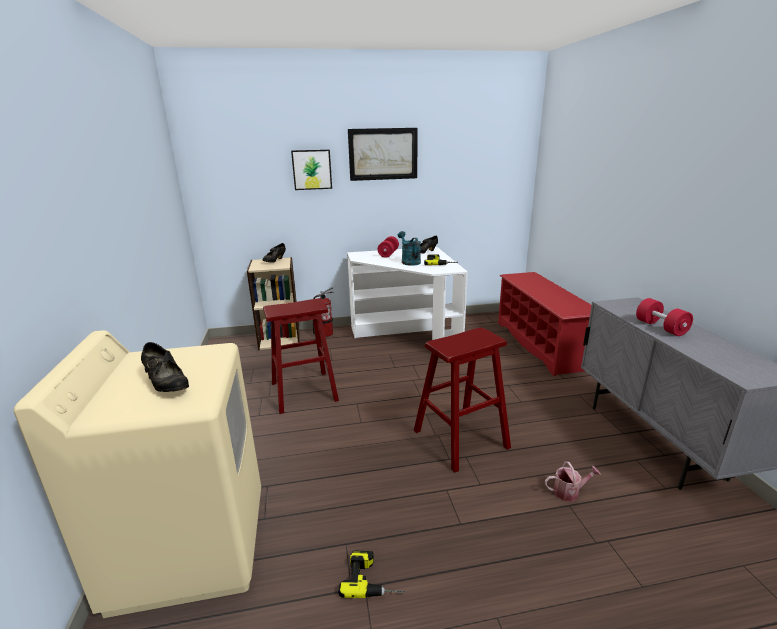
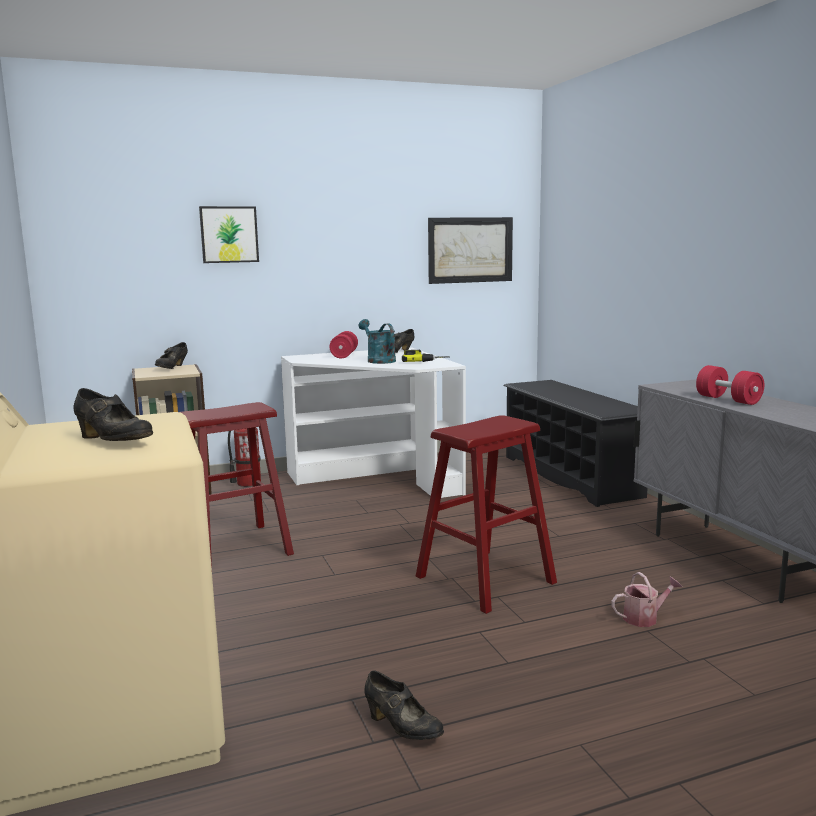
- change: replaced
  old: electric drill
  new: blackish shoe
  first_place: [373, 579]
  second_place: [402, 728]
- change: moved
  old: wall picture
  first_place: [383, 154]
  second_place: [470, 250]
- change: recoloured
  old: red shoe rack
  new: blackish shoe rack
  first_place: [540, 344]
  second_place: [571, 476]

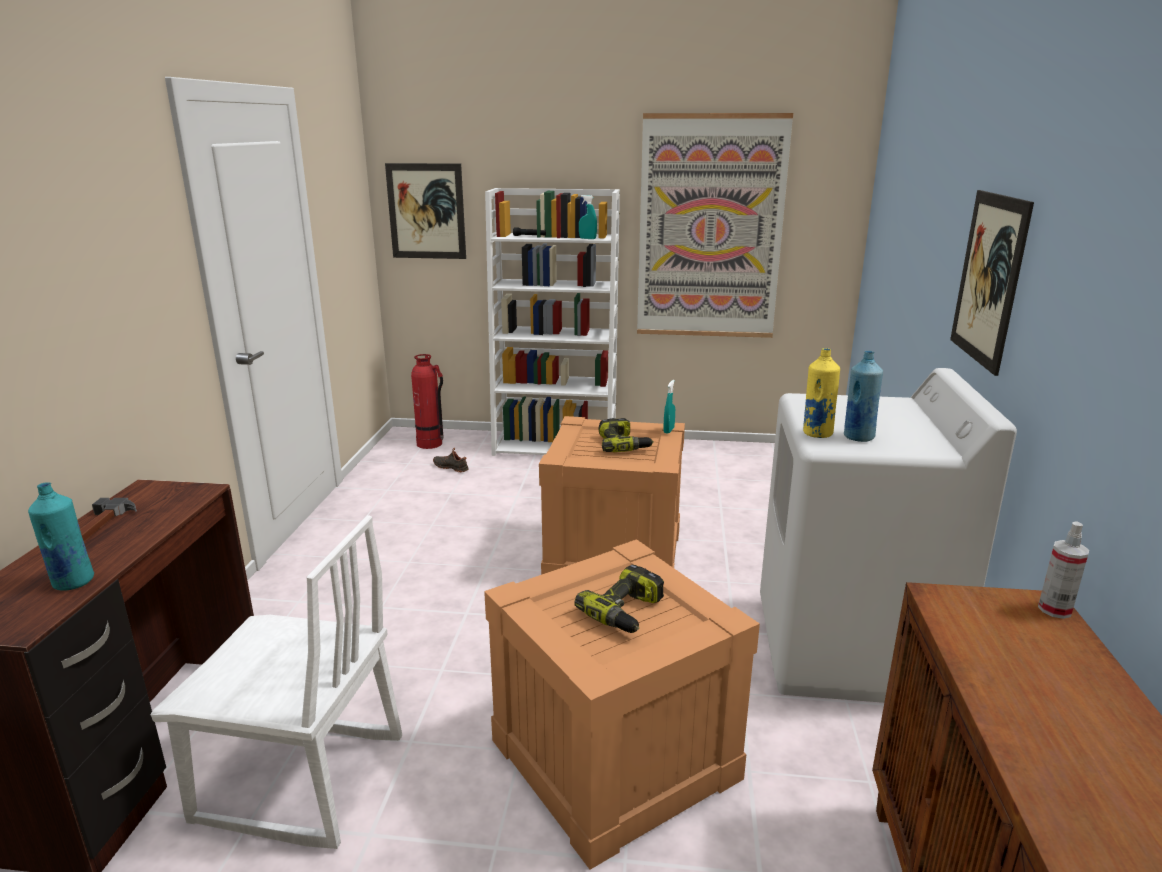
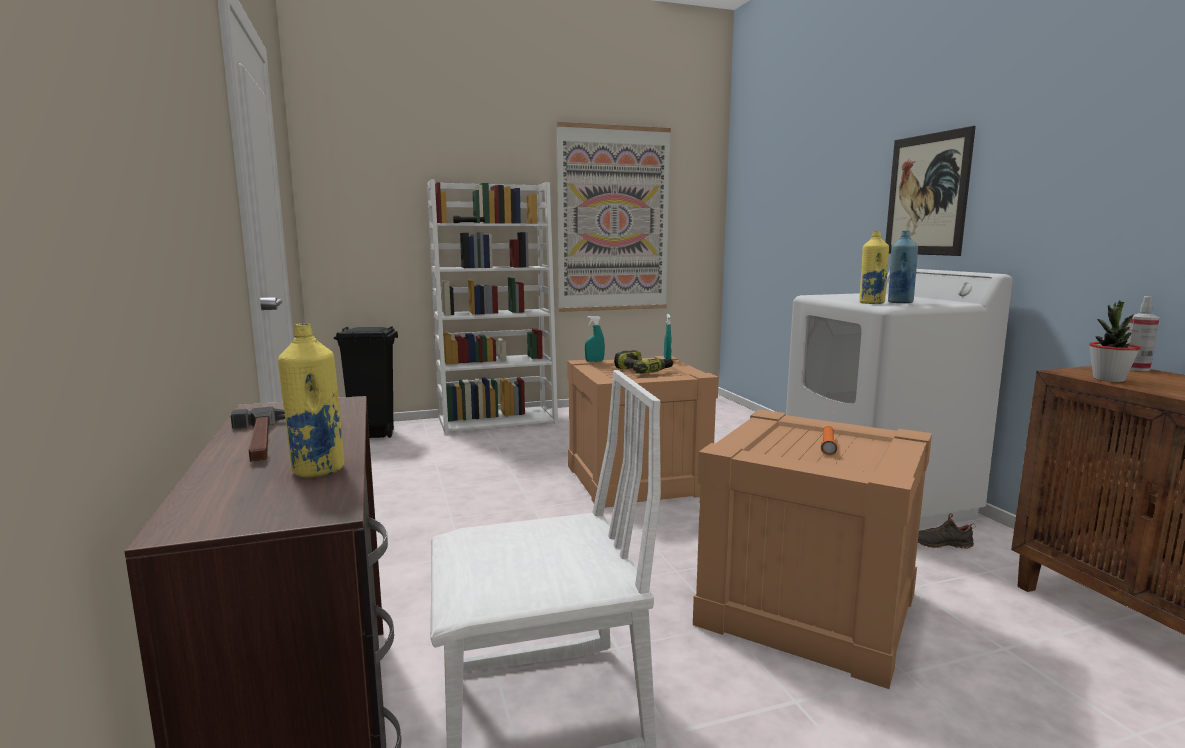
- change: recoloured
  old: blue-green bottle
  new: yellow-coloured bottle
  first_place: [73, 582]
  second_place: [317, 470]
- change: removed
  old: wall picture
  first_place: [426, 211]
- change: replaced
  old: fire-fighting cylinder
  new: blackish trash can
  first_place: [430, 444]
  second_place: [372, 434]
- change: moved
  old: blackish shoe
  first_place: [451, 467]
  second_place: [940, 543]
- change: replaced
  old: electric drill
  new: orange torch
  first_place: [627, 612]
  second_place: [828, 446]
- change: moved
  old: blue-green spray bottle
  first_place: [587, 238]
  second_place: [594, 361]
- change: added
  new: plant in a pot
  second_place: [1108, 379]

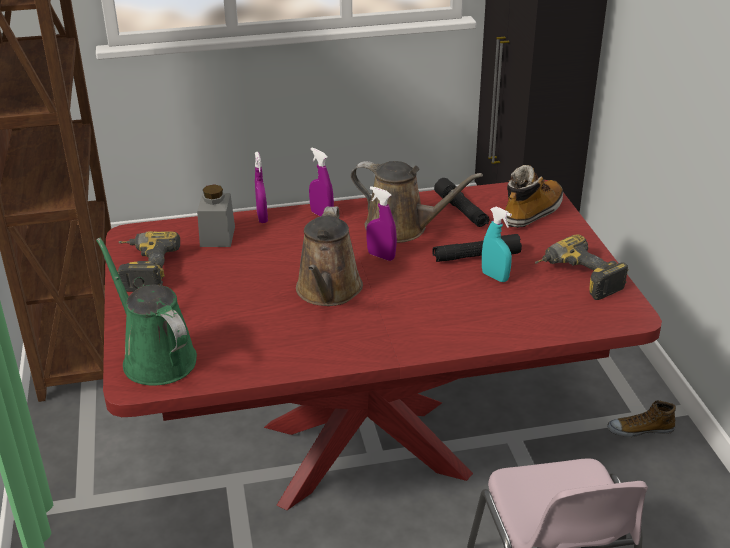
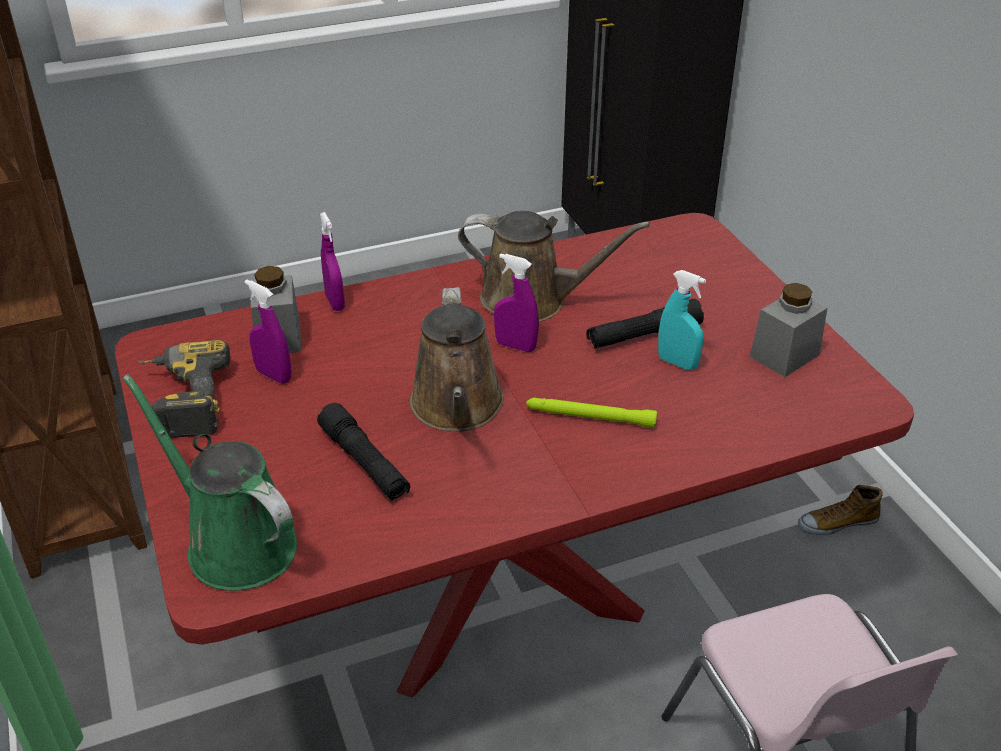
- change: moved
  old: purplish spray bottle
  first_place: [321, 215]
  second_place: [274, 375]
- change: moved
  old: blackish torch
  first_place: [461, 211]
  second_place: [364, 463]
- change: removed
  old: boot
  first_place: [532, 212]
- change: replaced
  old: electric drill
  new: gray storage jar
  first_place: [576, 279]
  second_place: [784, 355]
- change: added
  new: green-coloured torch
  second_place: [590, 417]

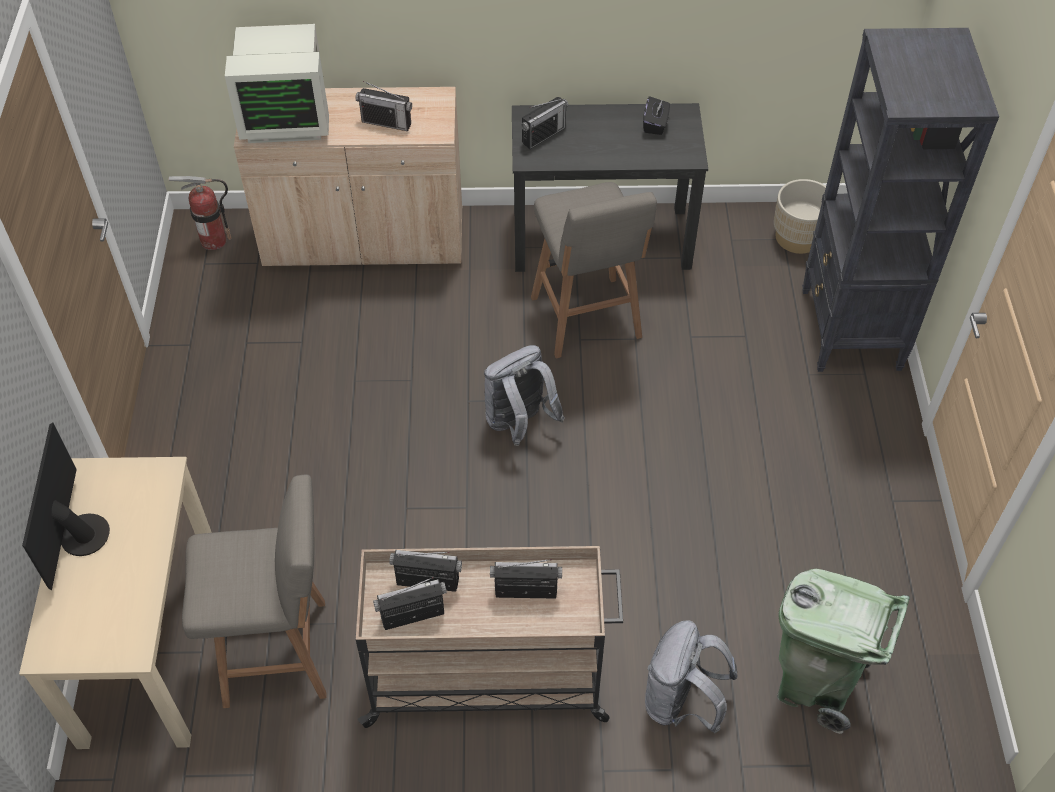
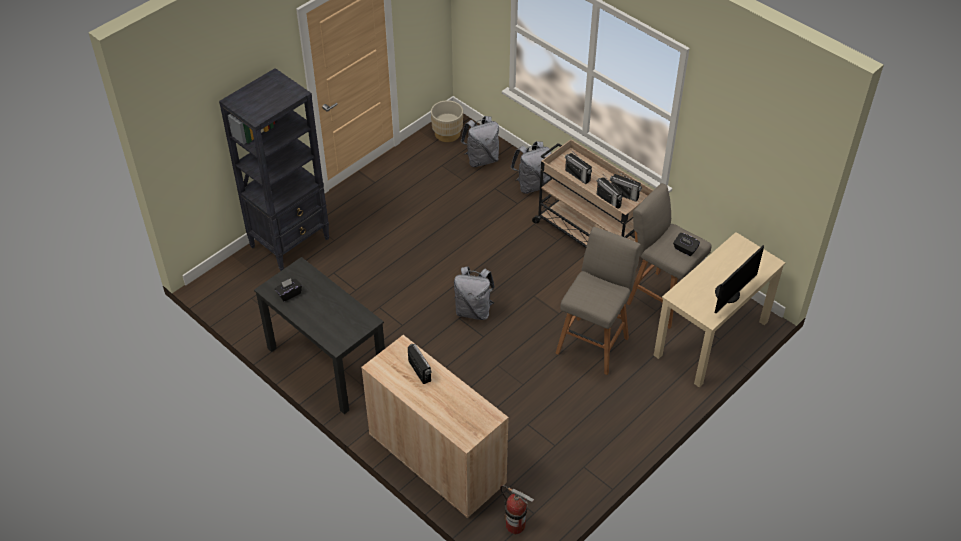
- change: removed
  old: computer display
  first_place: [286, 116]
- change: removed
  old: radio
  first_place: [543, 135]
- change: moved
  old: gray stool
  first_place: [587, 320]
  second_place: [593, 343]
- change: moved
  old: beige flower pot
  first_place: [798, 237]
  second_place: [447, 134]
- change: replaced
  old: green-coloured trash can
  new: gray knapsack
  first_place: [815, 683]
  second_place: [481, 159]
- change: added
  new: blackish tissue box
  second_place: [685, 249]

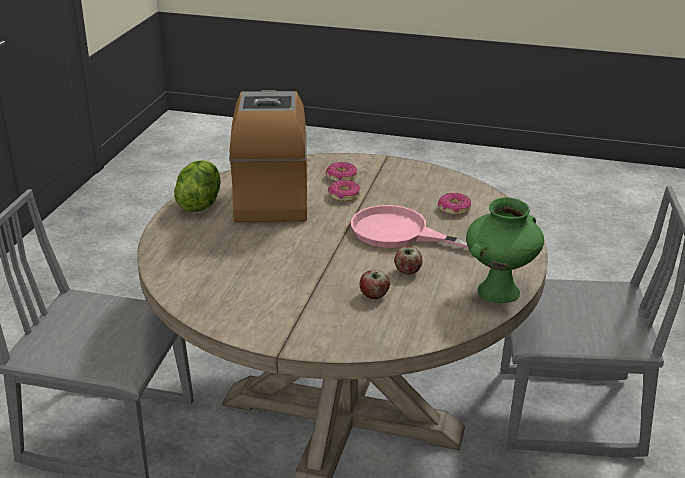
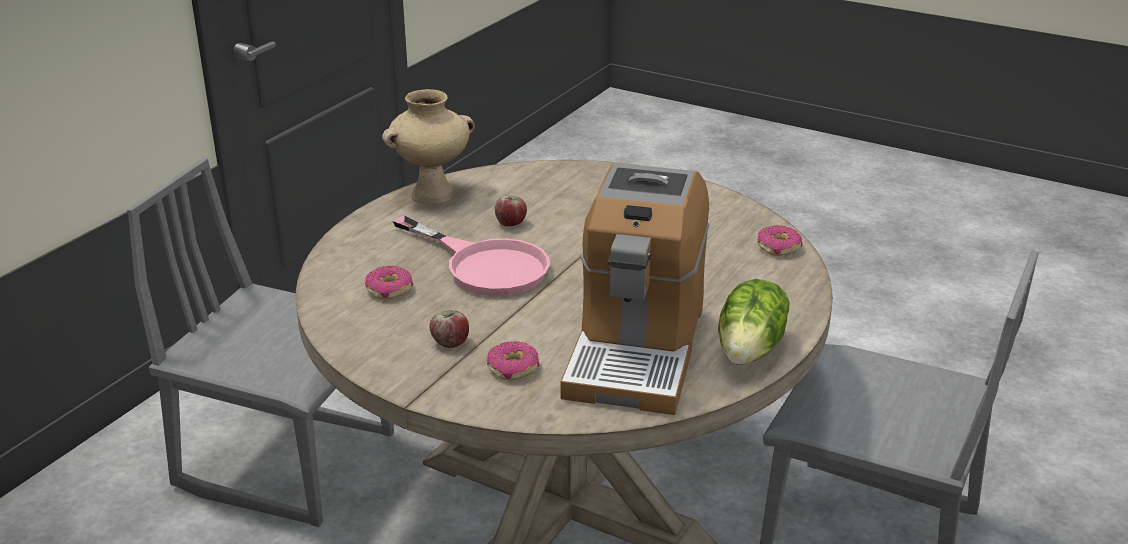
- change: moved
  old: doughnut
  first_place: [344, 196]
  second_place: [779, 247]
- change: moved
  old: whole apple
  first_place: [374, 296]
  second_place: [450, 342]
- change: recoloured
  old: green-coloured vase
  new: beige vase
  first_place: [498, 292]
  second_place: [433, 193]

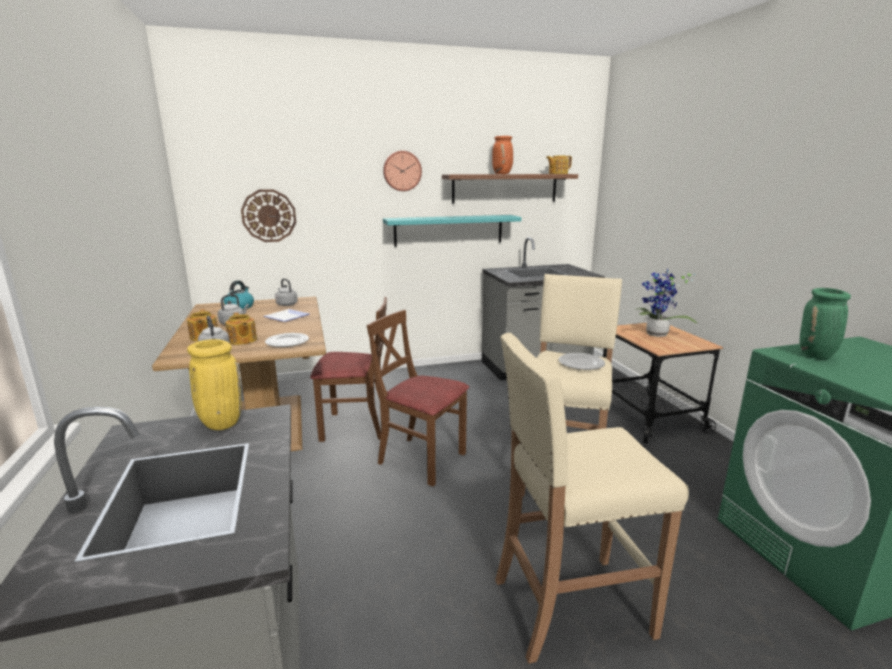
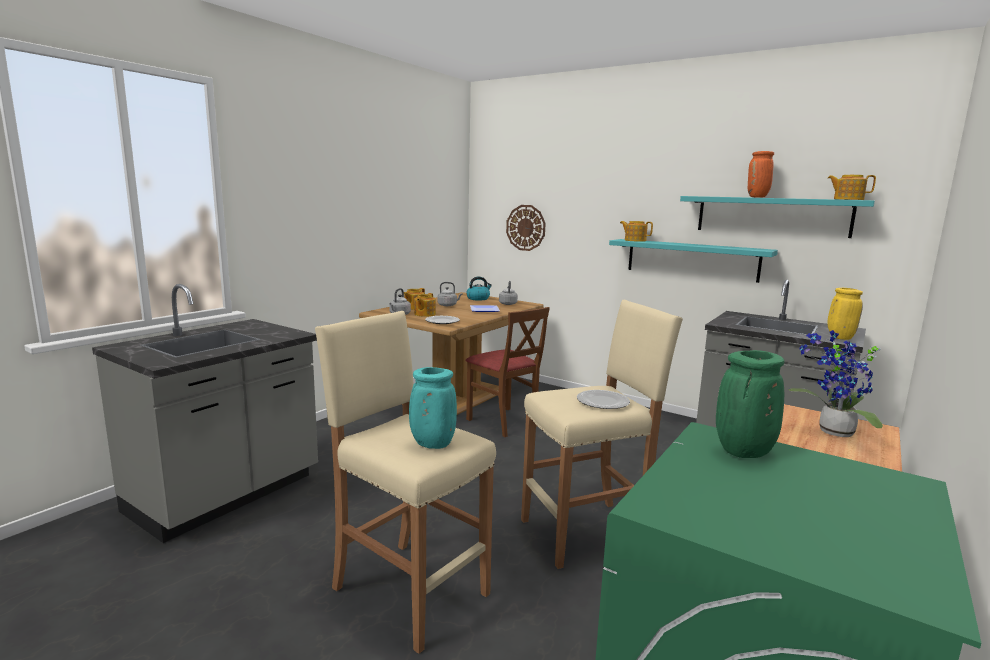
- change: moved
  old: yellow-coloured vase
  first_place: [220, 423]
  second_place: [839, 337]
- change: removed
  old: brown upright chair
  first_place: [421, 459]
- change: removed
  old: hanging clock
  first_place: [402, 171]
- change: recoloured
  old: brown bracket shelf
  new: blue-green bracket shelf
  first_place: [505, 188]
  second_place: [772, 216]
- change: added
  new: blue-green vase
  second_place: [431, 444]
- change: added
  new: tea pot
  second_place: [634, 240]

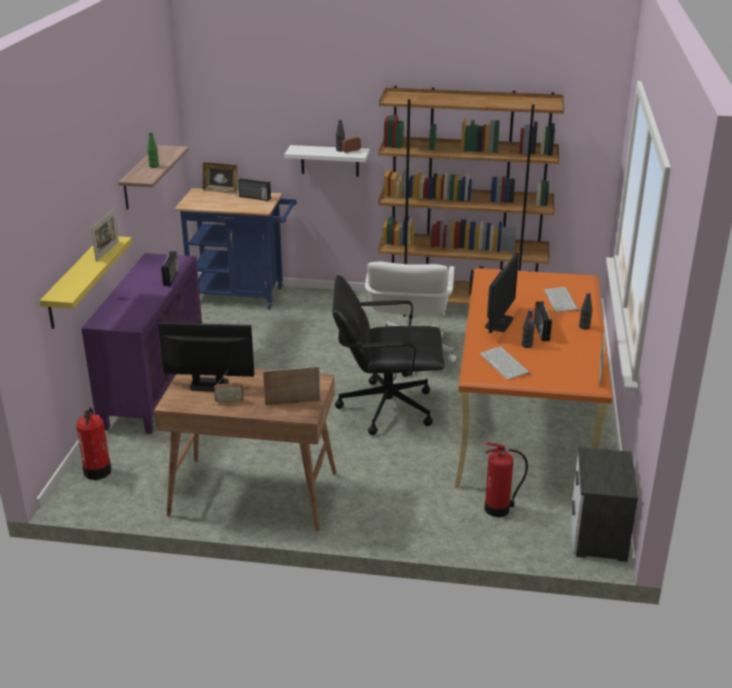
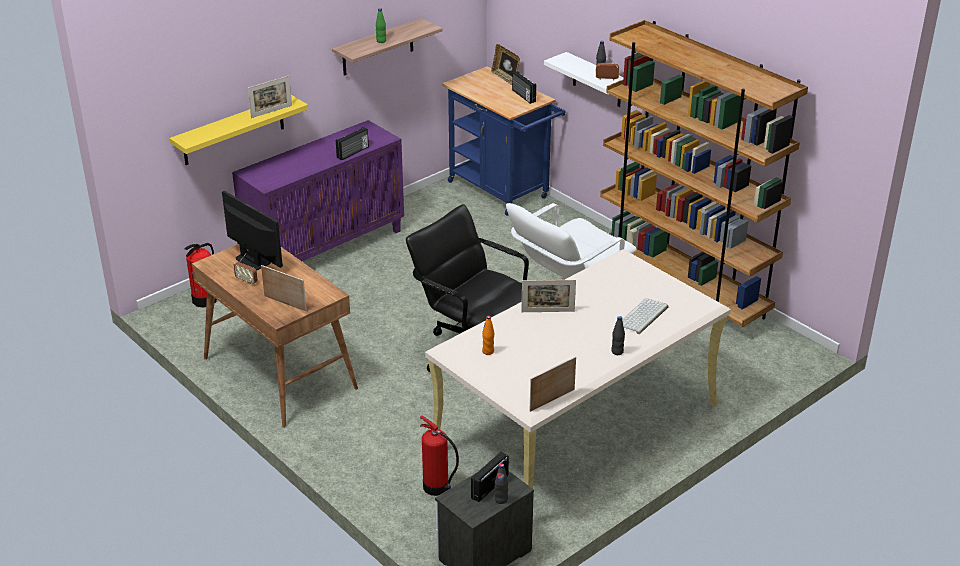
- change: recoloured
  old: orange desk
  new: beige desk
  first_place: [526, 422]
  second_place: [575, 428]
- change: replaced
  old: keyboard
  new: orange bottle
  first_place: [505, 364]
  second_place: [488, 351]
- change: replaced
  old: computer display
  new: picture frame
  first_place: [499, 323]
  second_place: [547, 311]
- change: moved
  old: blackish bottle
  first_place: [527, 345]
  second_place: [501, 500]
- change: moved
  old: radio
  first_place: [540, 331]
  second_place: [489, 486]

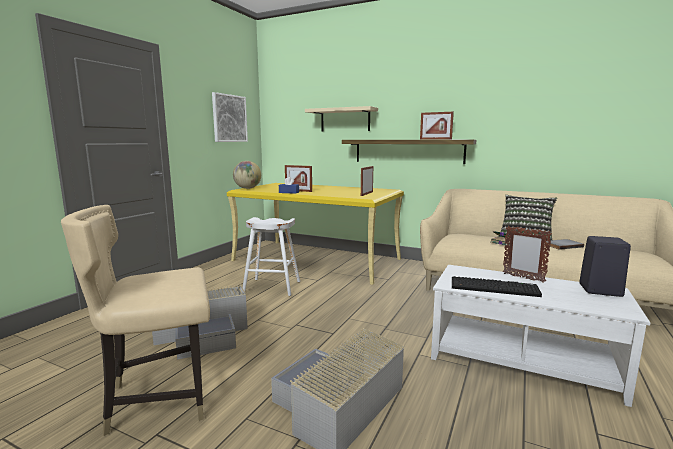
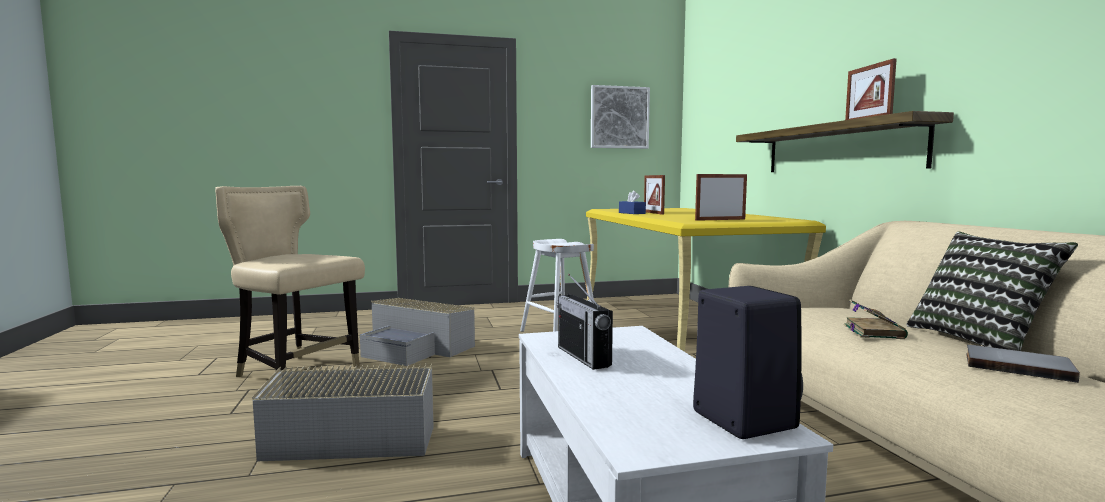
- change: removed
  old: desk globe
  first_place: [247, 188]
- change: removed
  old: beige bracket shelf
  first_place: [345, 120]
- change: replaced
  old: keyboard
  new: radio
  first_place: [494, 287]
  second_place: [583, 356]
- change: removed
  old: picture frame
  first_place: [523, 278]

